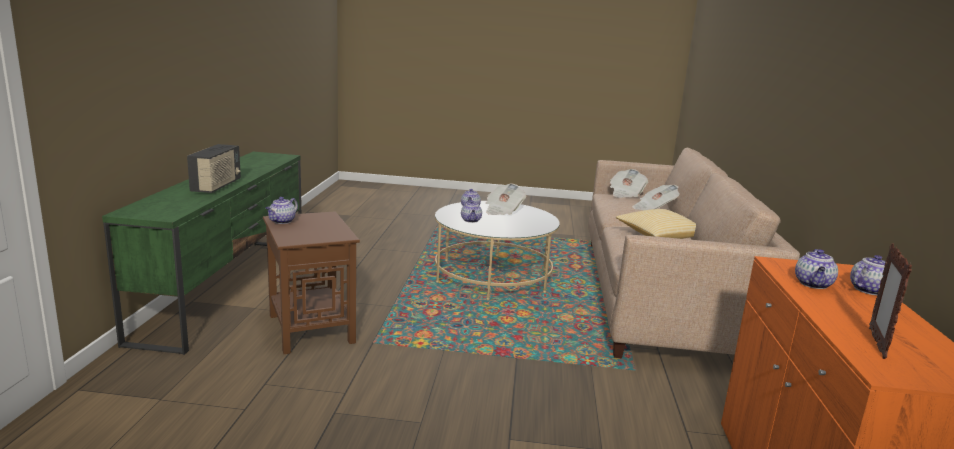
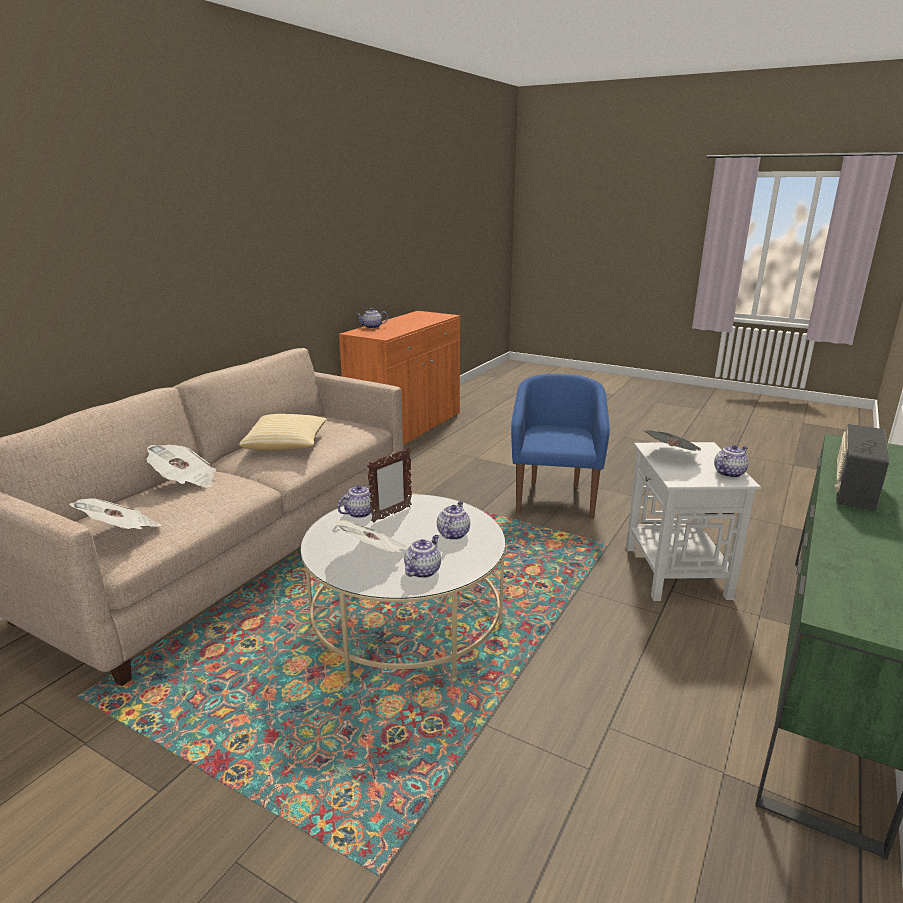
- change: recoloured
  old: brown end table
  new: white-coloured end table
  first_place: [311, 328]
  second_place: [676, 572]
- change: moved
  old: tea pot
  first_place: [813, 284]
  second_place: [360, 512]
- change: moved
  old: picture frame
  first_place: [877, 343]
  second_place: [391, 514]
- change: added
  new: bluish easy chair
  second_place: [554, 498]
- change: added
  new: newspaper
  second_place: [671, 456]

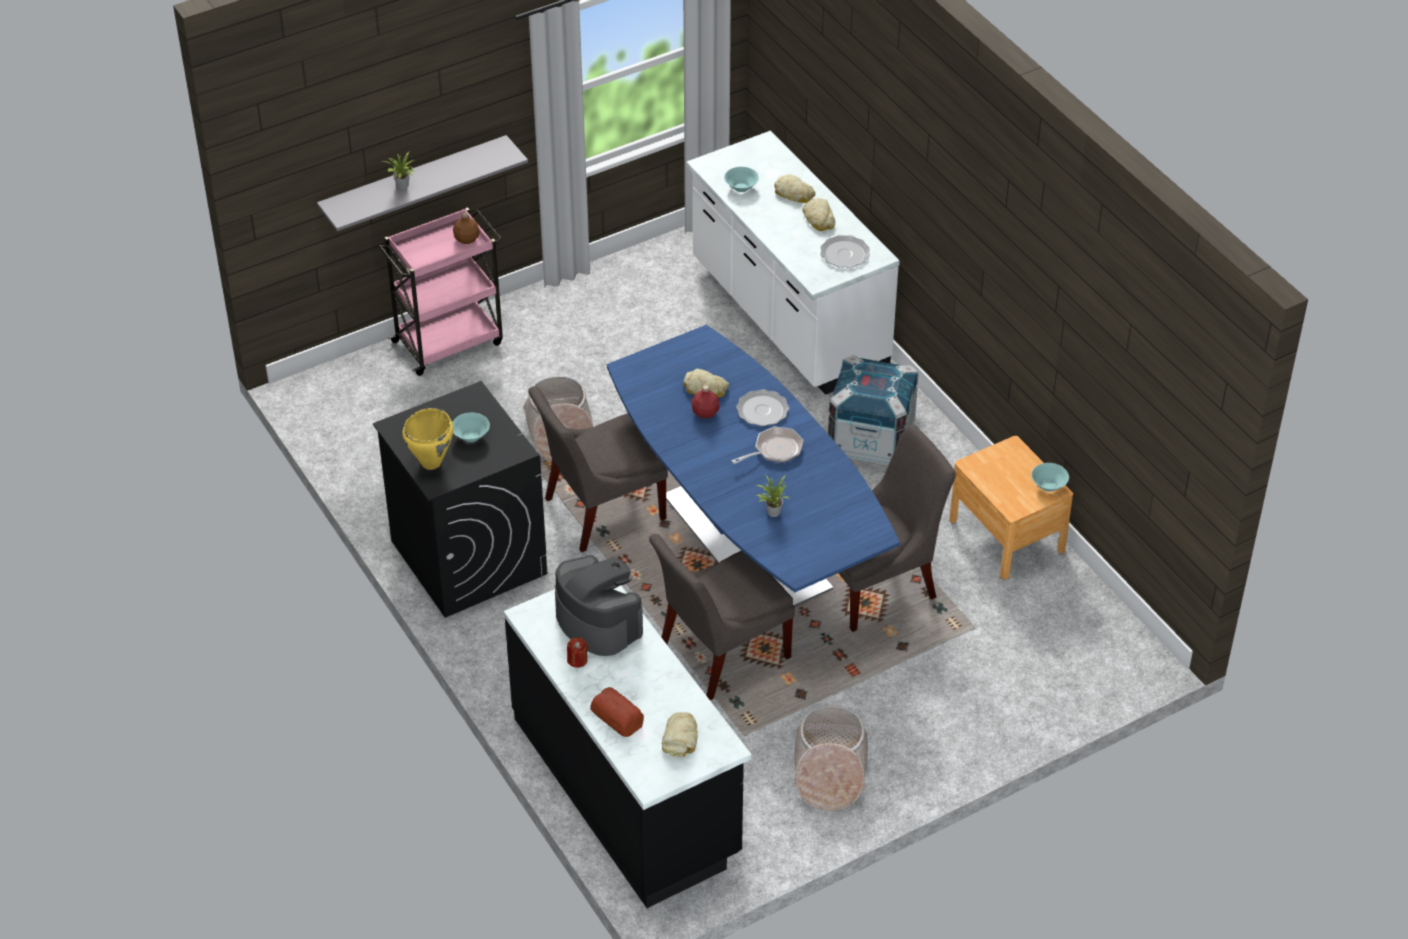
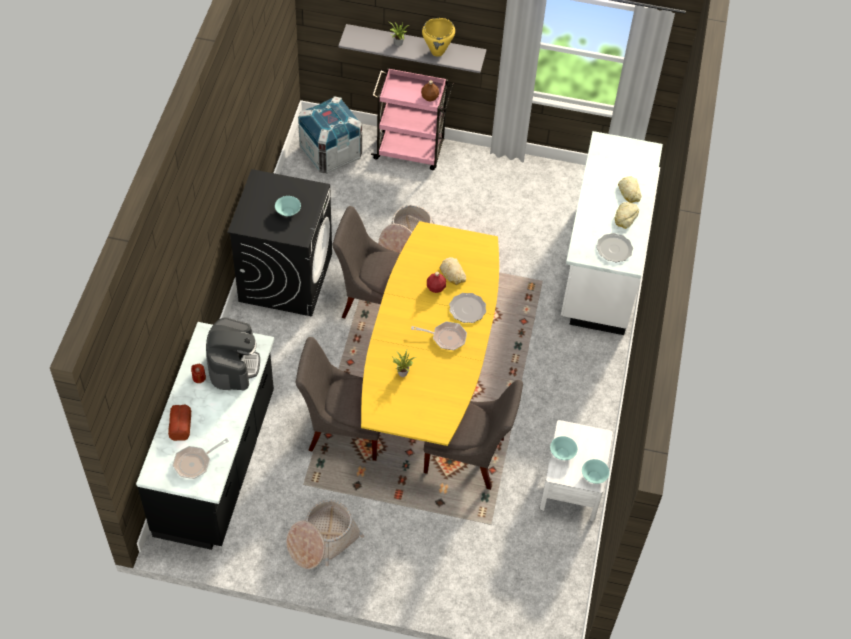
- change: moved
  old: yellow-coloured cooking pot
  first_place: [431, 462]
  second_place: [437, 52]
- change: recoloured
  old: bluish dinner table
  new: yellow-coloured dinner table
  first_place: [747, 543]
  second_place: [429, 378]
- change: replaced
  old: bread
  new: skillet
  first_place: [680, 738]
  second_place: [195, 462]
- change: moved
  old: blue-green bowl
  first_place: [741, 187]
  second_place: [562, 453]
- change: moved
  old: crate
  first_place: [870, 441]
  second_place: [330, 153]
- change: recoloured
  old: brown bedside table
  new: white-coloured bedside table
  first_place: [1006, 535]
  second_place: [572, 484]

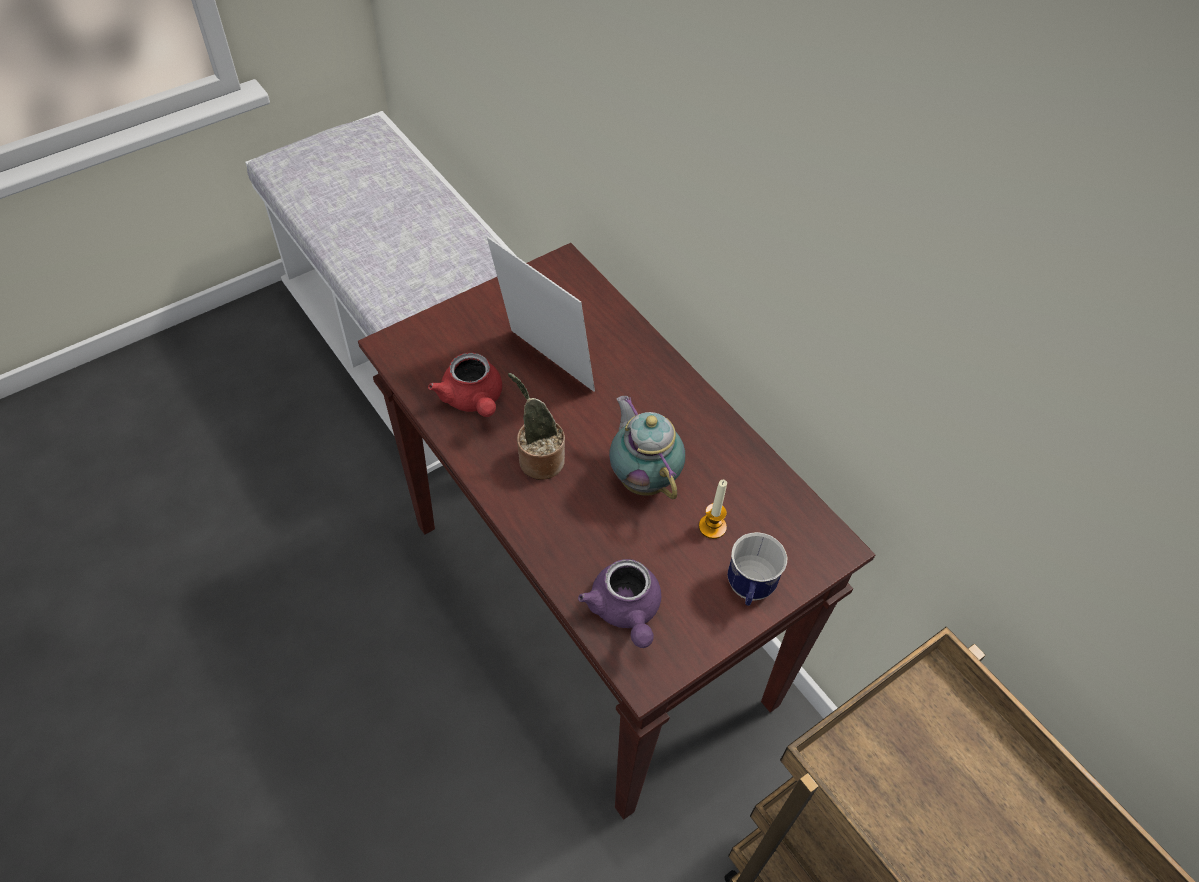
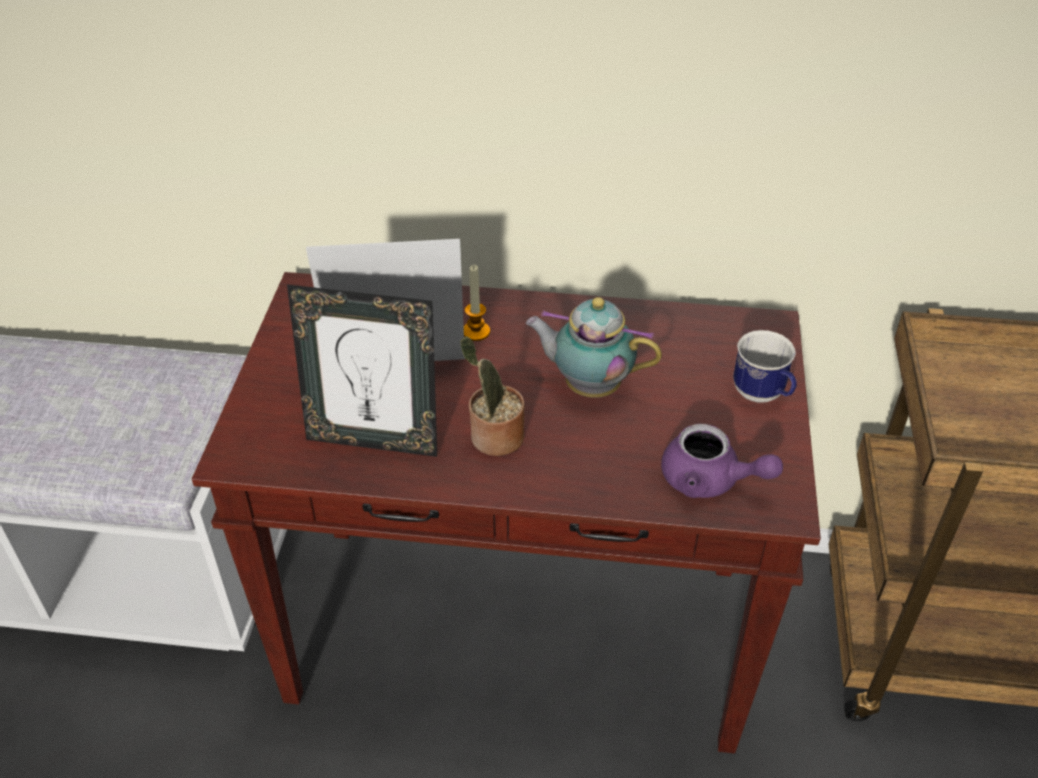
- change: replaced
  old: red tea pot
  new: picture frame
  first_place: [473, 400]
  second_place: [374, 440]
- change: moved
  old: wax light
  first_place: [712, 527]
  second_place: [476, 332]

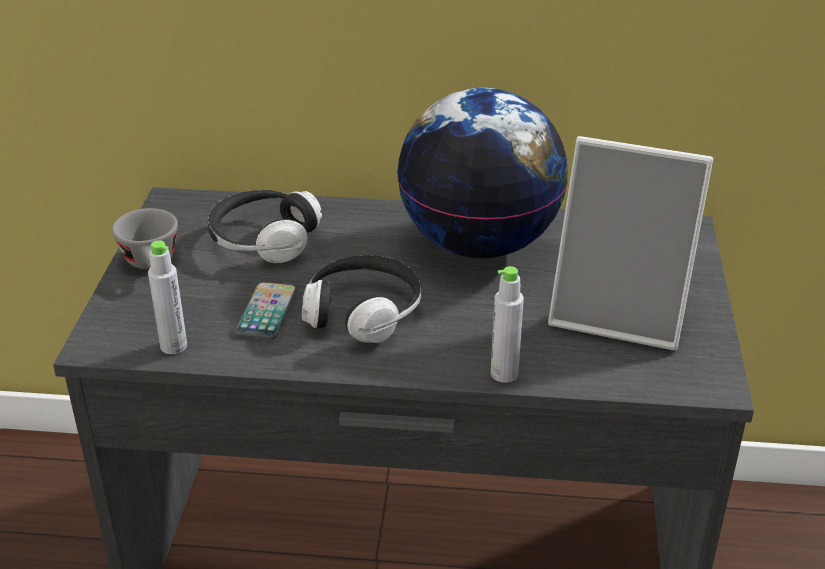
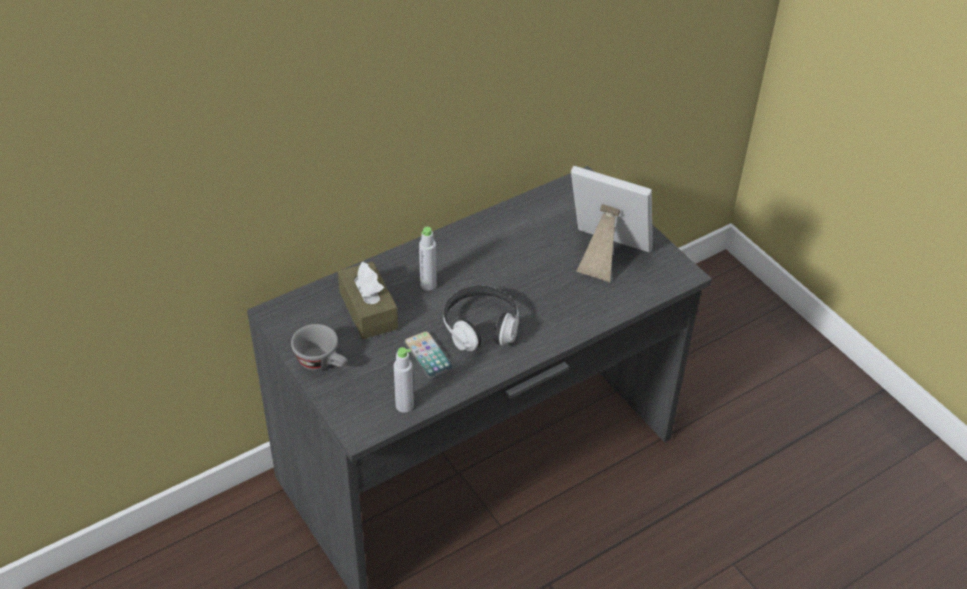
- change: replaced
  old: pair of headphones
  new: brown tissue box
  first_place: [264, 240]
  second_place: [368, 310]
- change: removed
  old: desk globe
  first_place: [480, 244]
- change: moved
  old: gray bottle
  first_place: [504, 374]
  second_place: [428, 284]
- change: turned
  old: picture frame
  first_place: [620, 313]
  second_place: [605, 255]
  degrees: -135

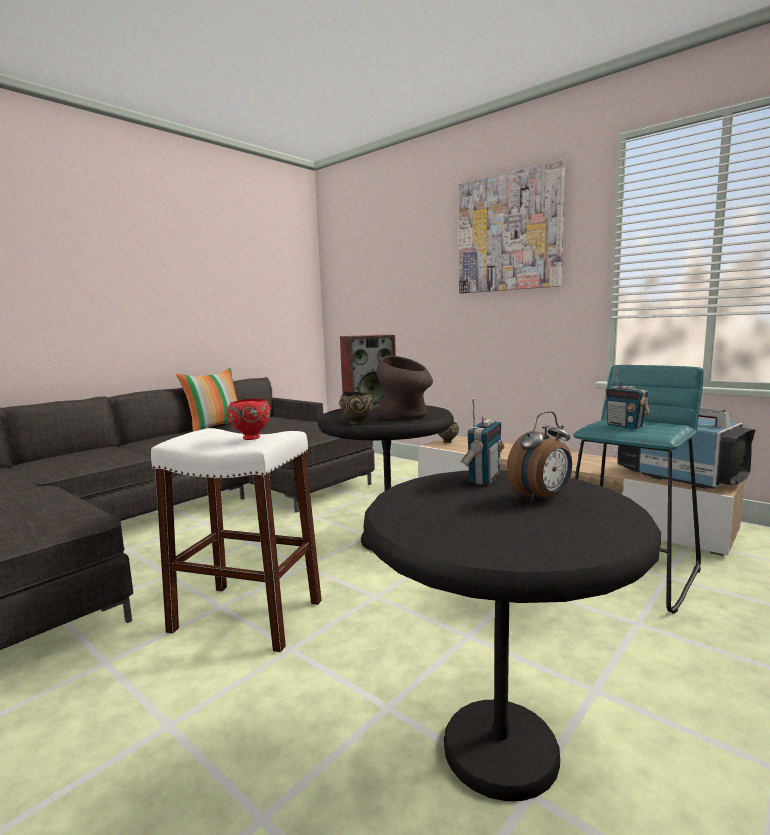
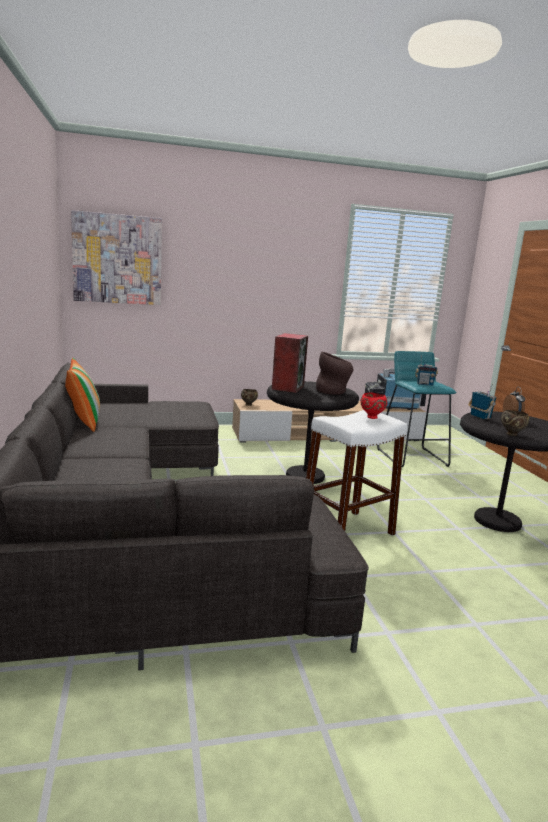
- change: moved
  old: brown bowl
  first_place: [357, 423]
  second_place: [512, 434]
- change: moved
  old: wall picture
  first_place: [509, 233]
  second_place: [117, 259]

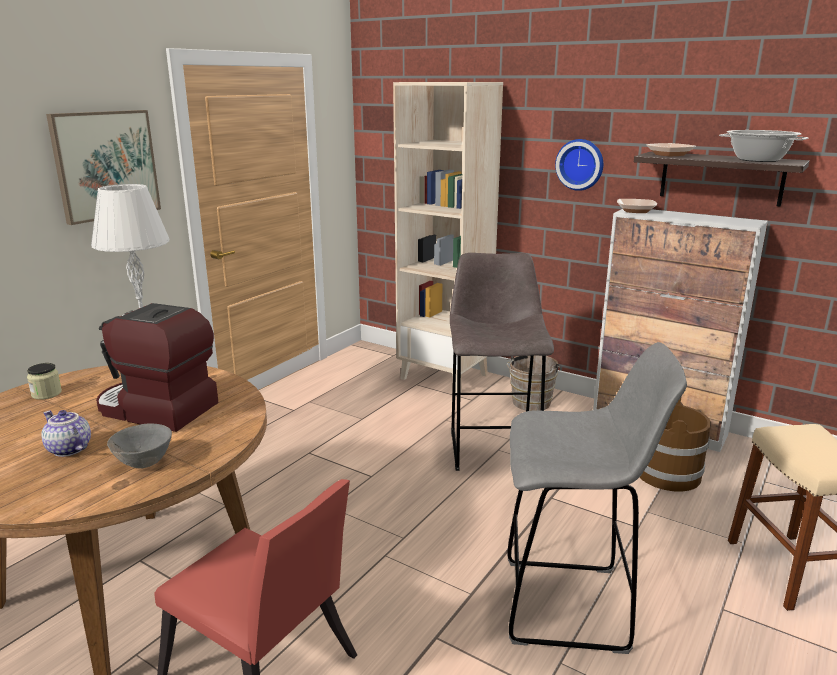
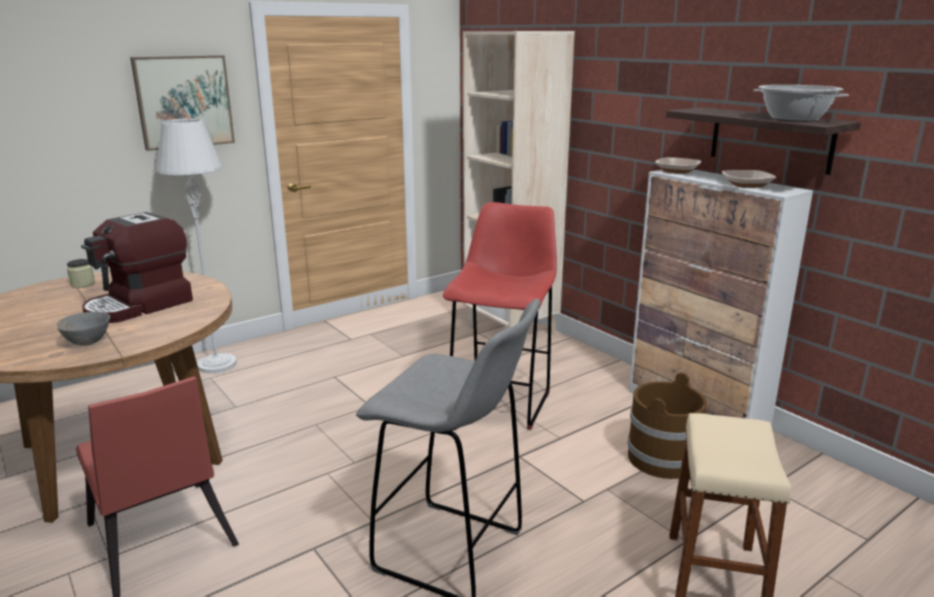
- change: removed
  old: tea pot
  first_place: [68, 449]
- change: turned
  old: coffee maker
  first_place: [156, 409]
  second_place: [140, 306]
  degrees: -90
- change: recoloured
  old: gray stool
  new: red stool
  first_place: [493, 448]
  second_place: [502, 402]
- change: removed
  old: brown pail
  first_place: [530, 404]
- change: removed
  old: hanging clock
  first_place: [580, 164]
- change: moved
  old: bowl
  first_place: [669, 155]
  second_place: [746, 185]

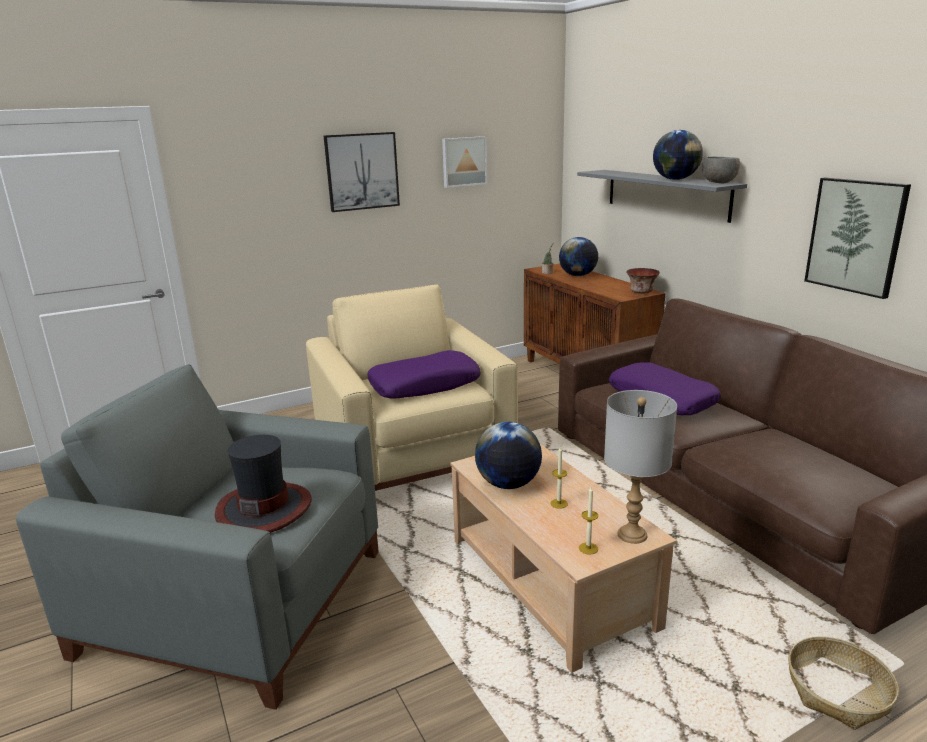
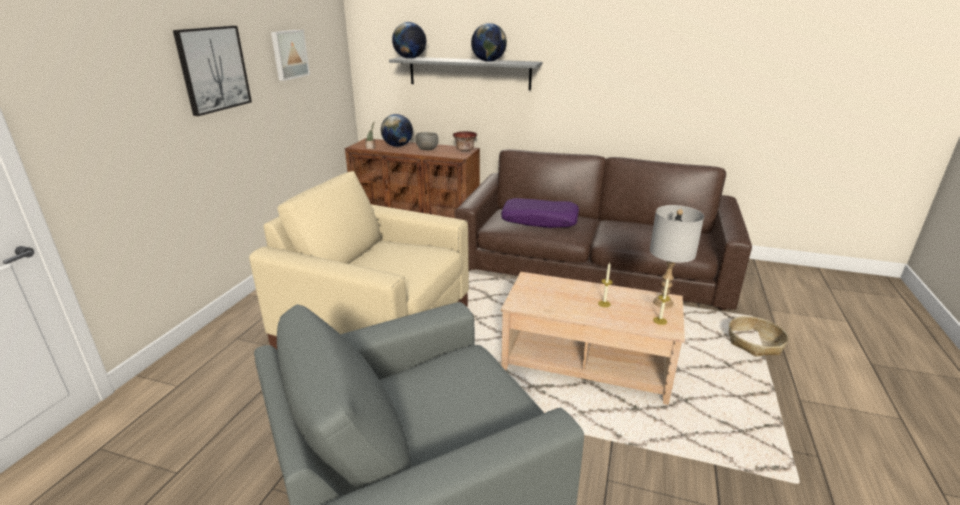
- change: removed
  old: hat
  first_place: [264, 508]
- change: removed
  old: purplish pillow
  first_place: [424, 385]
- change: moved
  old: desk globe
  first_place: [508, 484]
  second_place: [410, 58]
- change: moved
  old: gray bowl
  first_place: [719, 183]
  second_place: [427, 149]
- change: removed
  old: wall picture
  first_place: [855, 236]

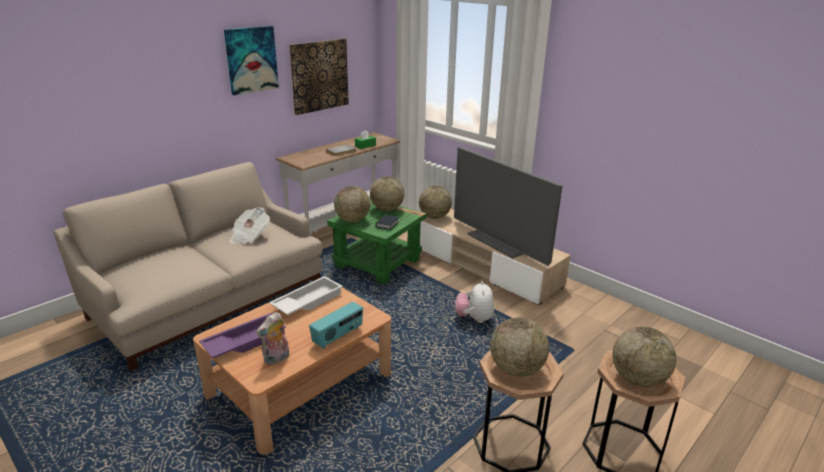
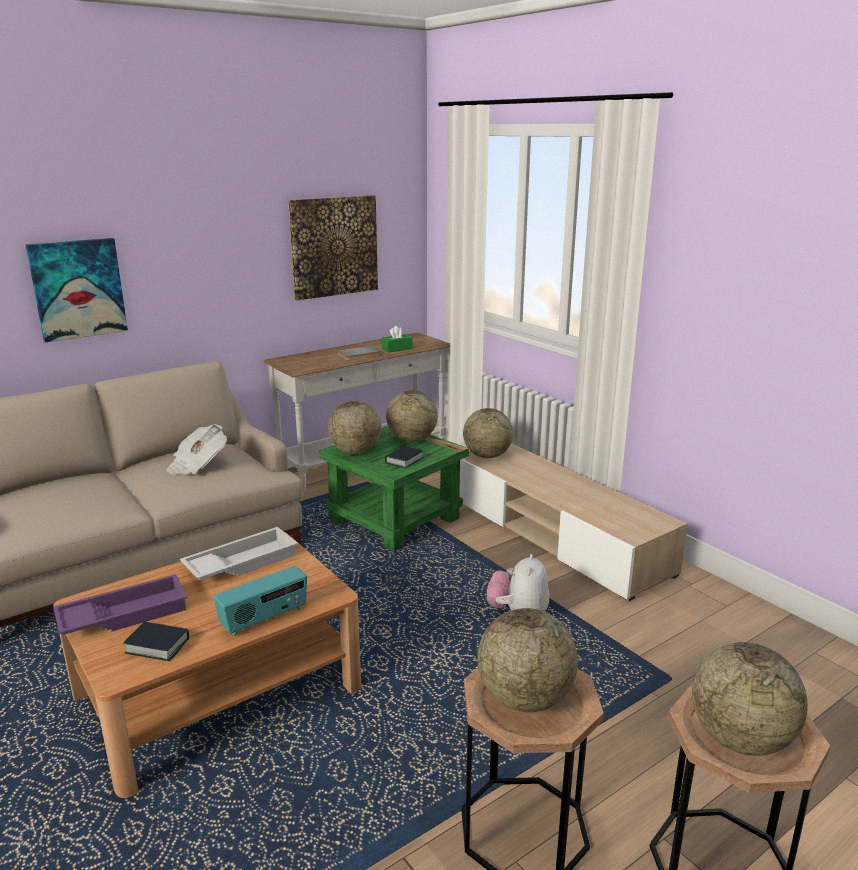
- change: moved
  old: wall picture
  first_place: [251, 60]
  second_place: [78, 289]
- change: replaced
  old: cuddly toy
  new: volume
  first_place: [276, 359]
  second_place: [157, 646]
- change: removed
  old: television
  first_place: [500, 242]

